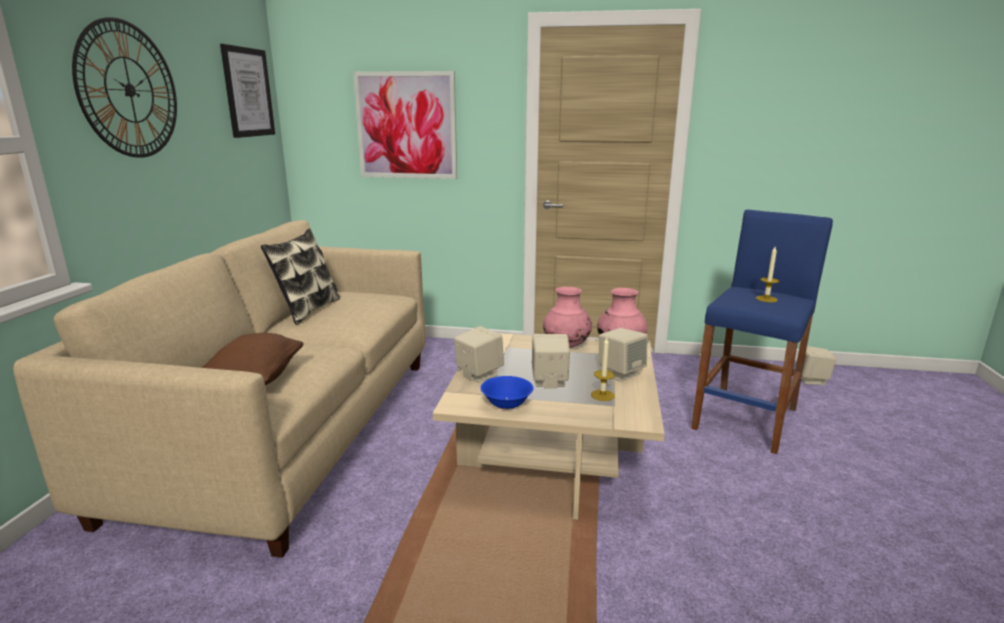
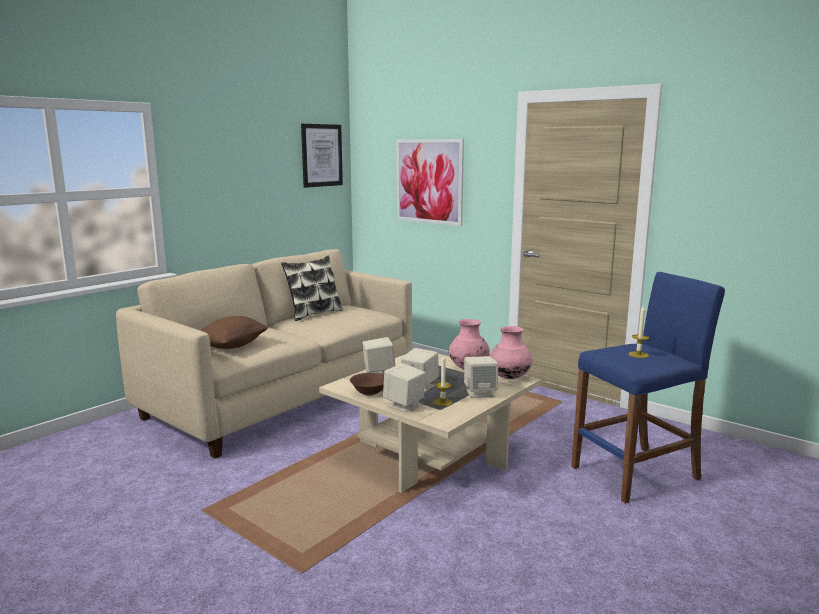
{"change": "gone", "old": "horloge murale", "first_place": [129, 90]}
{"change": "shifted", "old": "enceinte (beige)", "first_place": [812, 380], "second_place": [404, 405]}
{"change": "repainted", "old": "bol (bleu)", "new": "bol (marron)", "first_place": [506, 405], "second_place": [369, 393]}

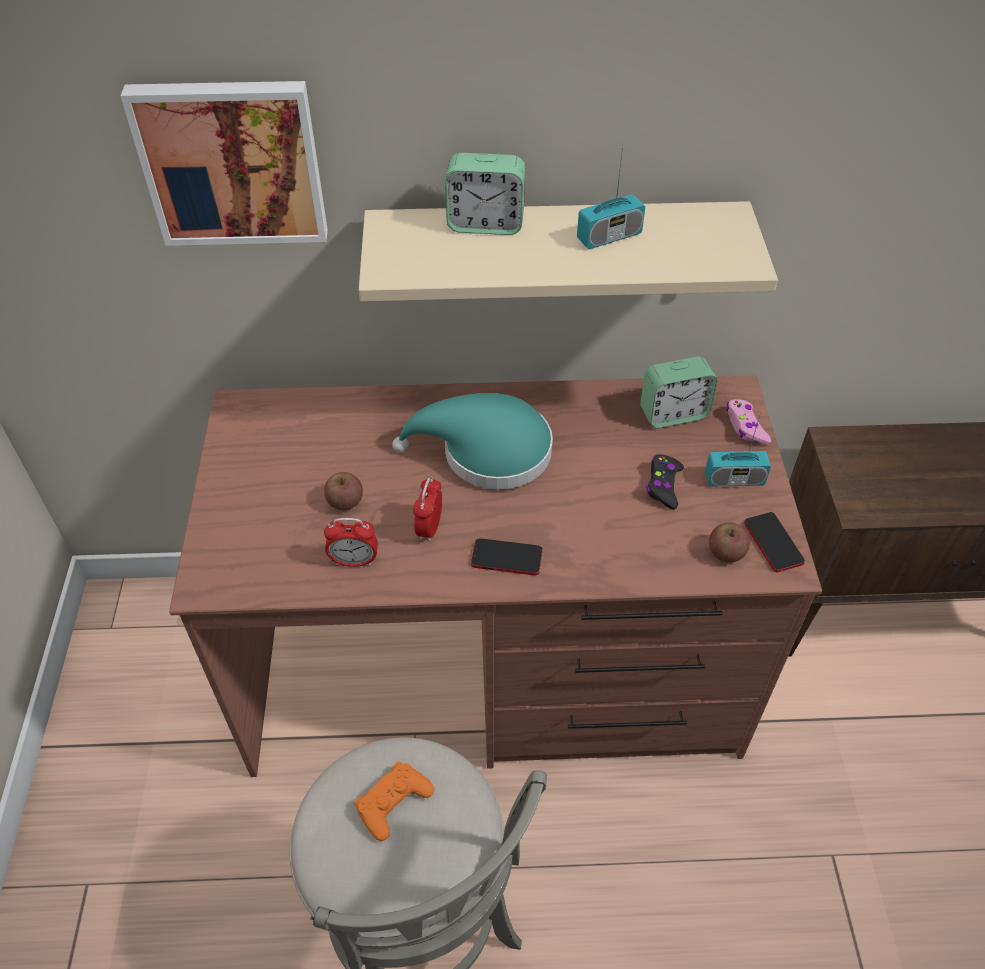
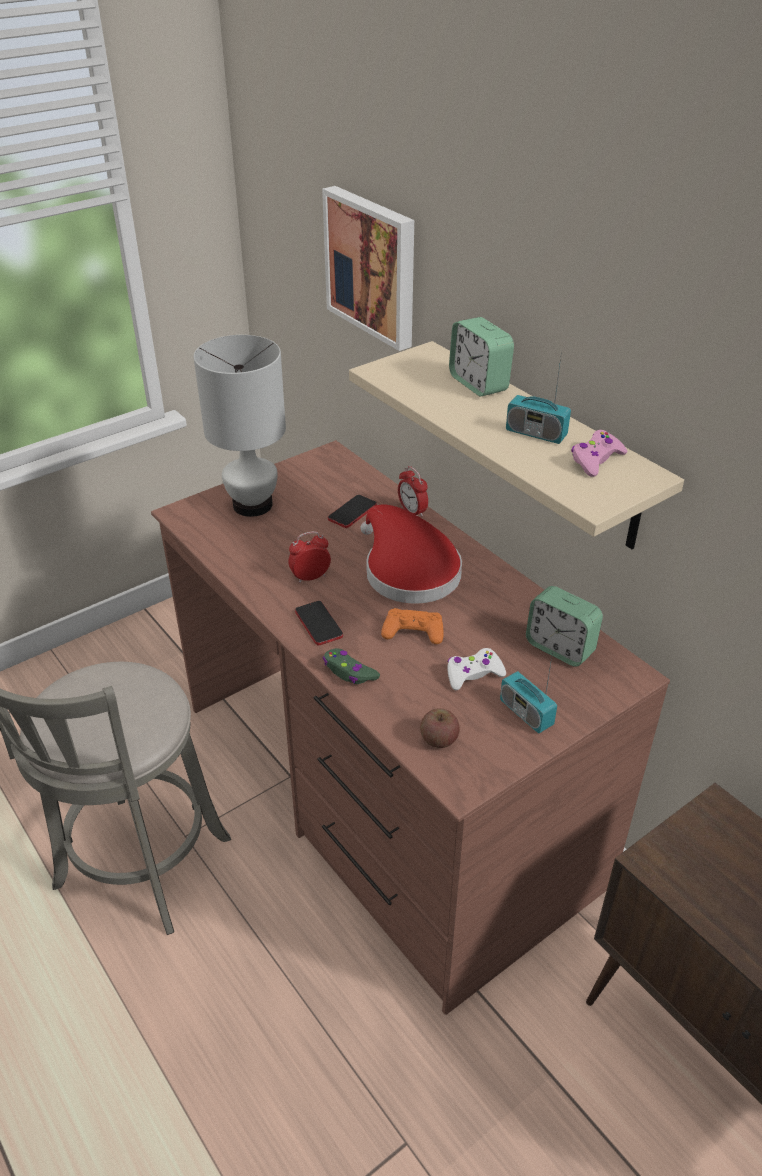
{"change": "gone", "old": "pomme", "first_place": [345, 501]}
{"change": "new", "new": "lampe de table (blanc)", "second_place": [253, 505]}
{"change": "new", "new": "manette (vert)", "second_place": [349, 672]}
{"change": "shifted", "old": "réveil", "first_place": [354, 561], "second_place": [412, 512]}
{"change": "shifted", "old": "manette (orange)", "first_place": [393, 802], "second_place": [413, 631]}
{"change": "shifted", "old": "manette (rose)", "first_place": [745, 426], "second_place": [596, 460]}
{"change": "shifted", "old": "téléphone", "first_place": [773, 543], "second_place": [352, 512]}
{"change": "repainted", "old": "chapeau (turquoise)", "new": "chapeau (rouge)", "first_place": [487, 452], "second_place": [407, 571]}
{"change": "repainted", "old": "manette (noir)", "new": "manette (blanc)", "first_place": [663, 485], "second_place": [473, 674]}

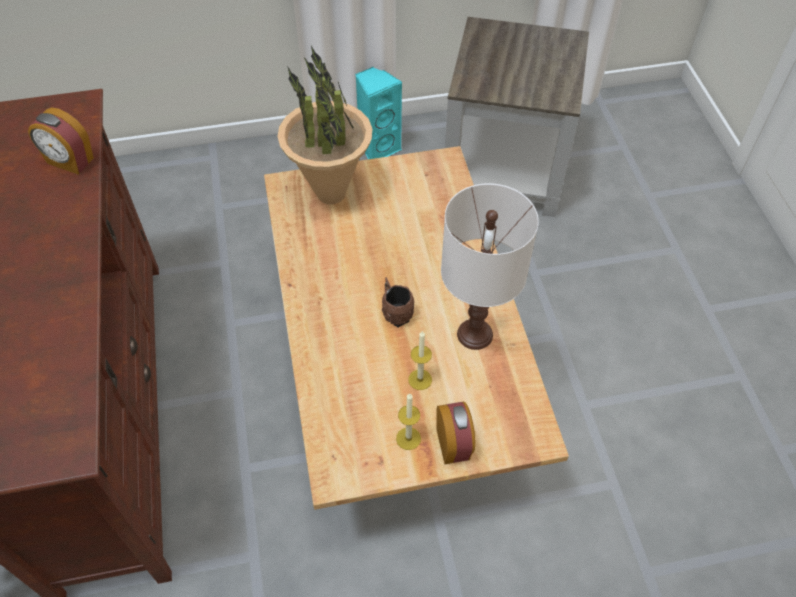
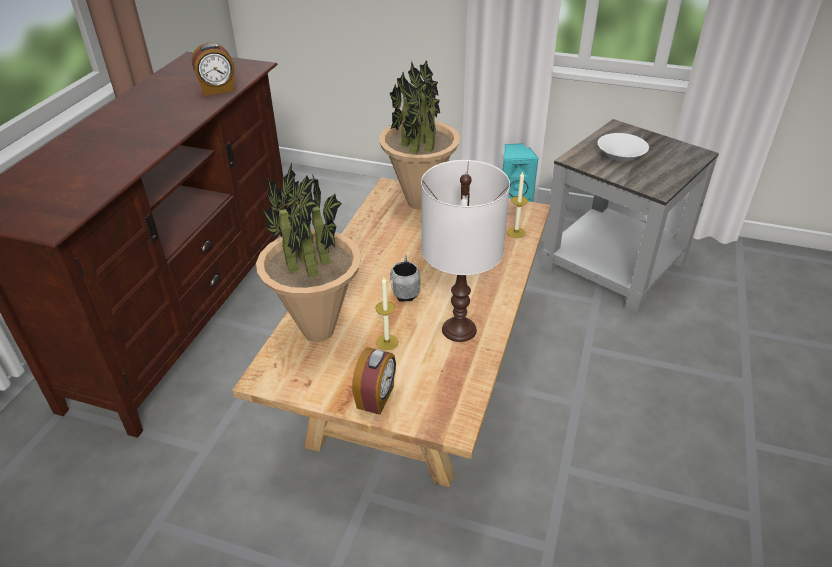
{"change": "new", "new": "plante en pot", "second_place": [318, 331]}
{"change": "new", "new": "bol (blanc)", "second_place": [621, 154]}
{"change": "shifted", "old": "bougie", "first_place": [408, 438], "second_place": [516, 232]}
{"change": "repainted", "old": "mug (marron)", "new": "mug (gris)", "first_place": [395, 312], "second_place": [405, 291]}
{"change": "rotated", "old": "réveil", "first_place": [69, 161], "second_place": [218, 90], "degrees": -75}

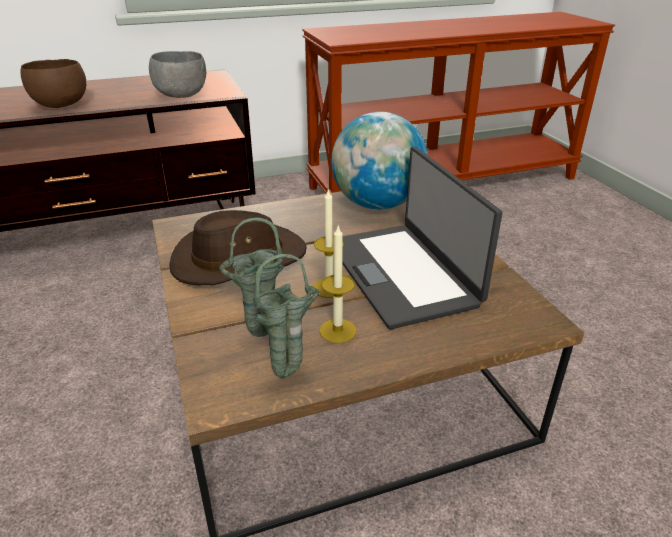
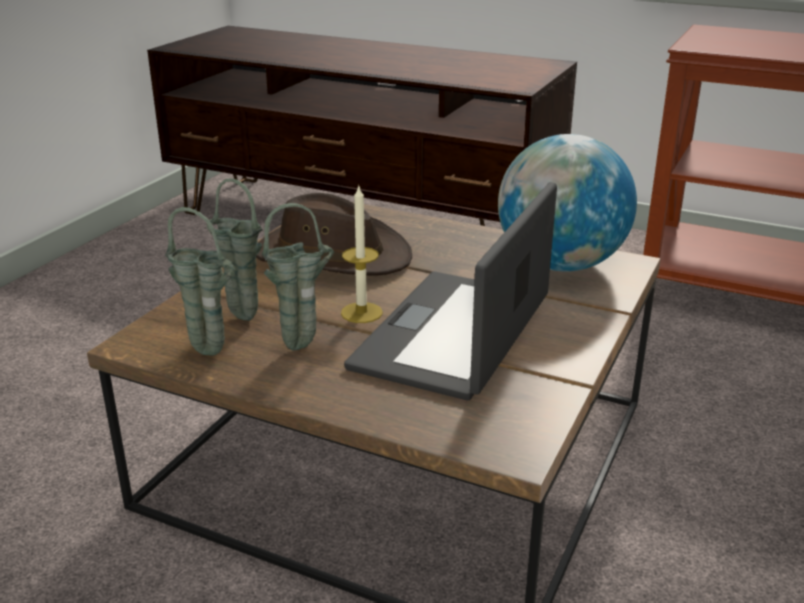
{"change": "gone", "old": "bol (marron)", "first_place": [59, 105]}
{"change": "gone", "old": "bol (gris)", "first_place": [182, 96]}
{"change": "swapped", "old": "bougie", "new": "vase (vert)", "first_place": [337, 331], "second_place": [303, 347]}

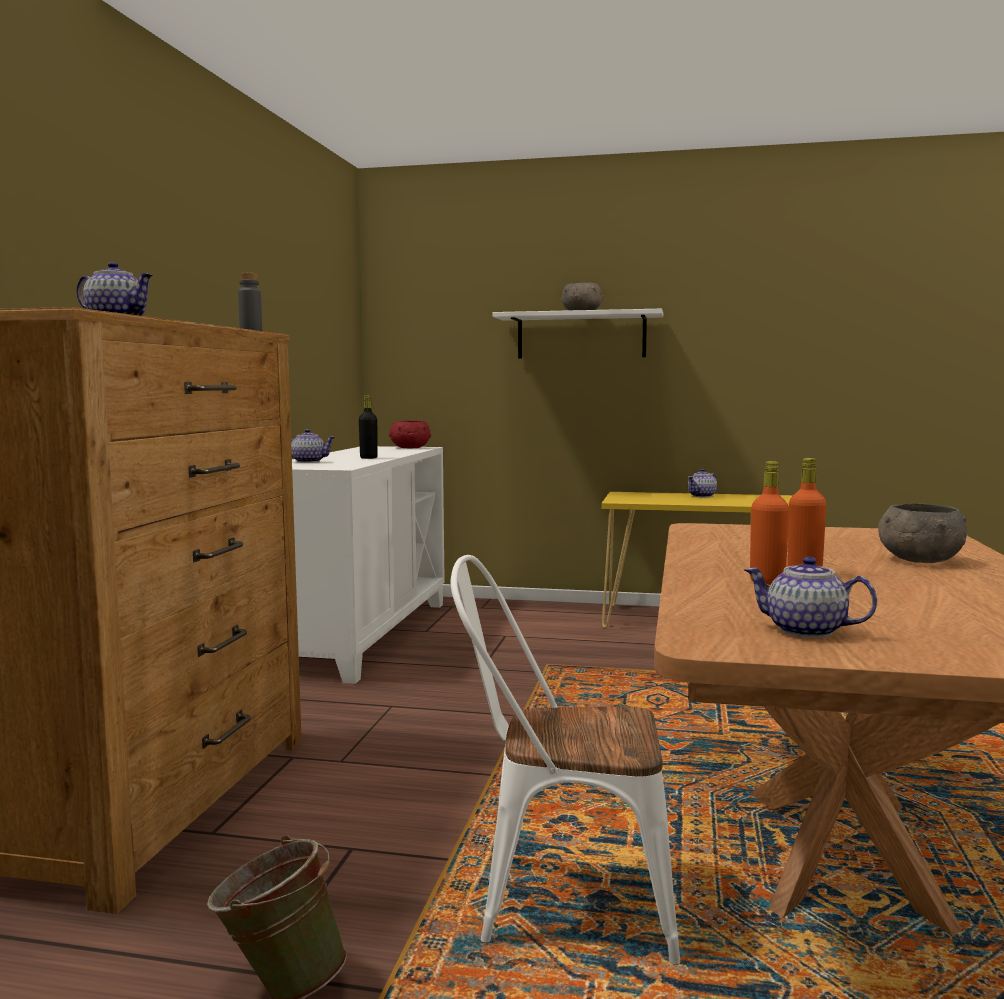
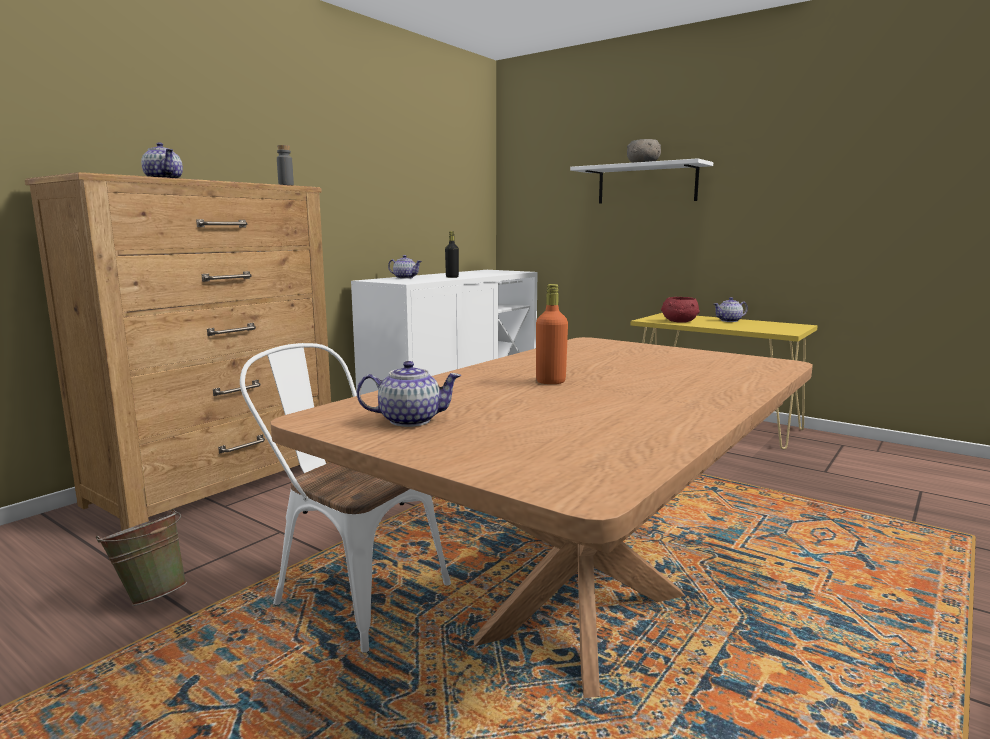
{"change": "gone", "old": "bouteille (orange)", "first_place": [767, 581]}
{"change": "gone", "old": "bol (gris)", "first_place": [919, 560]}
{"change": "shifted", "old": "bol (rouge)", "first_place": [410, 448], "second_place": [679, 321]}
{"change": "rotated", "old": "théière", "first_place": [807, 631], "second_place": [409, 420], "degrees": 120}

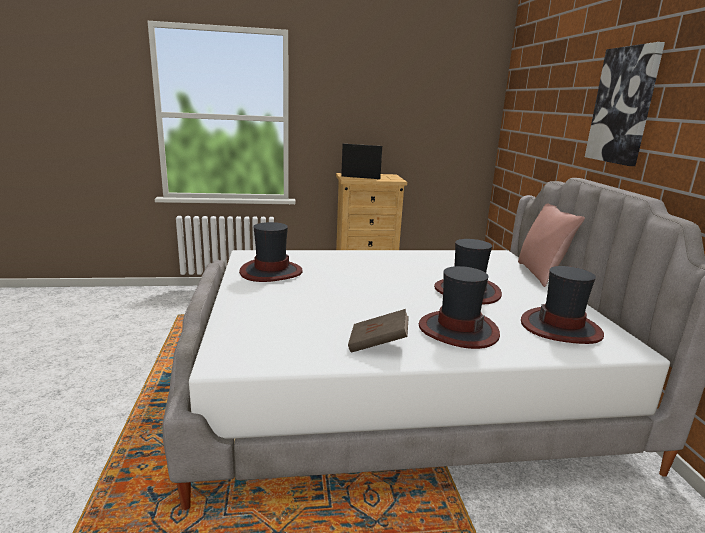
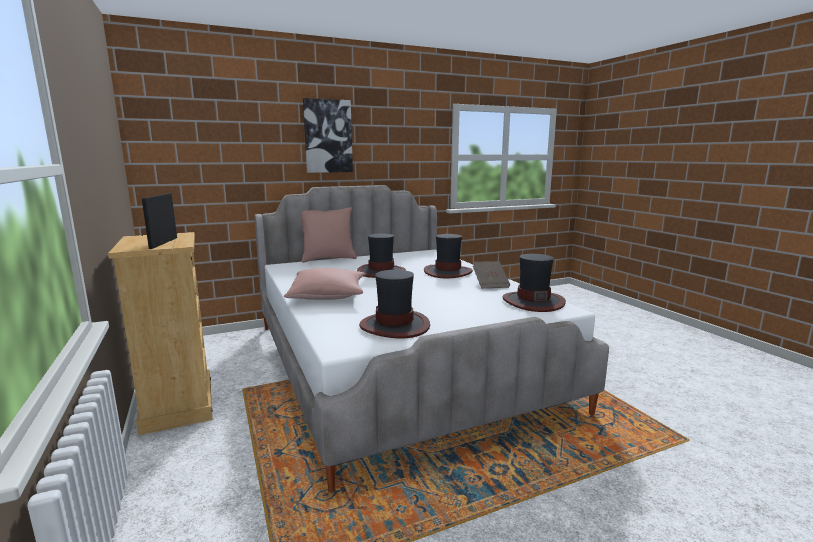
{"change": "new", "new": "coussin (rose)", "second_place": [328, 296]}
{"change": "shifted", "old": "chapeau", "first_place": [561, 327], "second_place": [533, 301]}

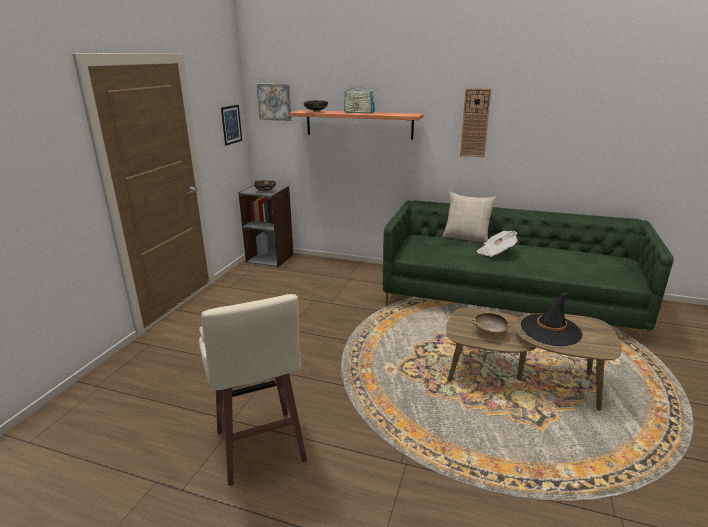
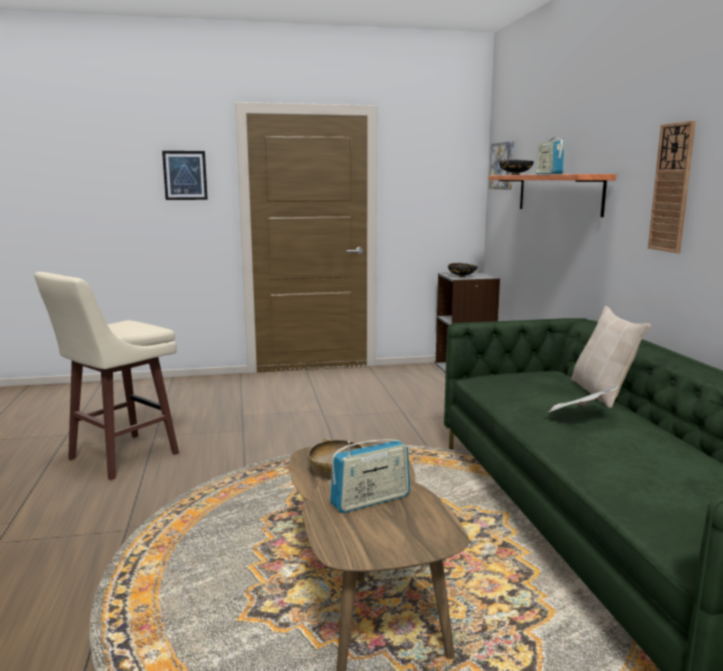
{"change": "shifted", "old": "tableau", "first_place": [231, 124], "second_place": [185, 175]}
{"change": "swapped", "old": "chapeau (noir)", "new": "radio", "first_place": [550, 330], "second_place": [370, 500]}

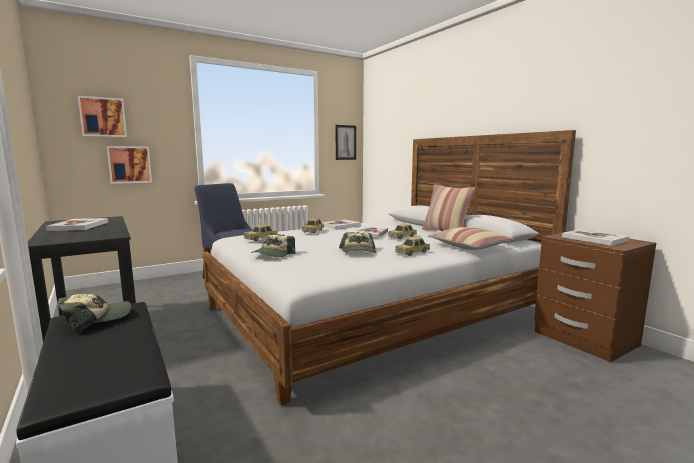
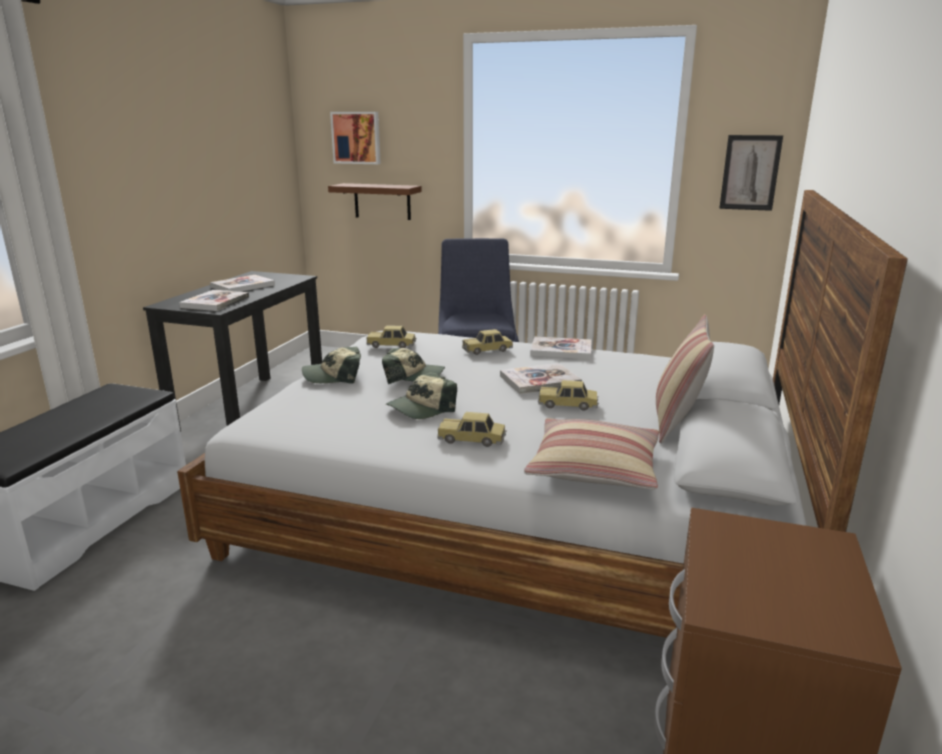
{"change": "shifted", "old": "casquette", "first_place": [96, 319], "second_place": [413, 376]}
{"change": "shifted", "old": "livre", "first_place": [594, 239], "second_place": [215, 302]}
{"change": "swapped", "old": "tableau", "new": "étagère", "first_place": [129, 164], "second_place": [382, 201]}

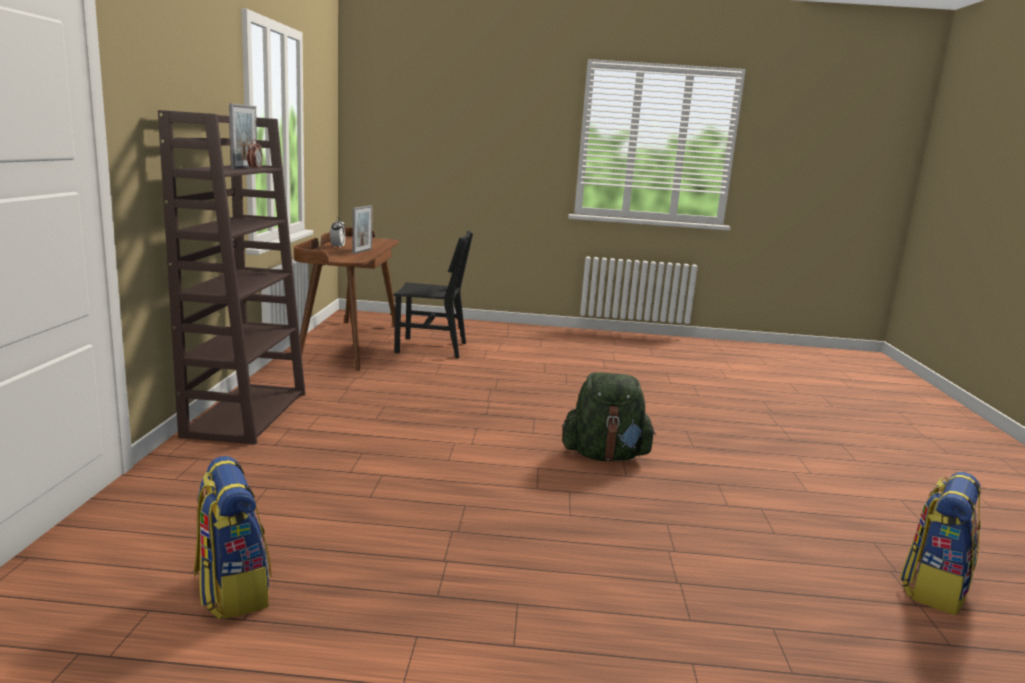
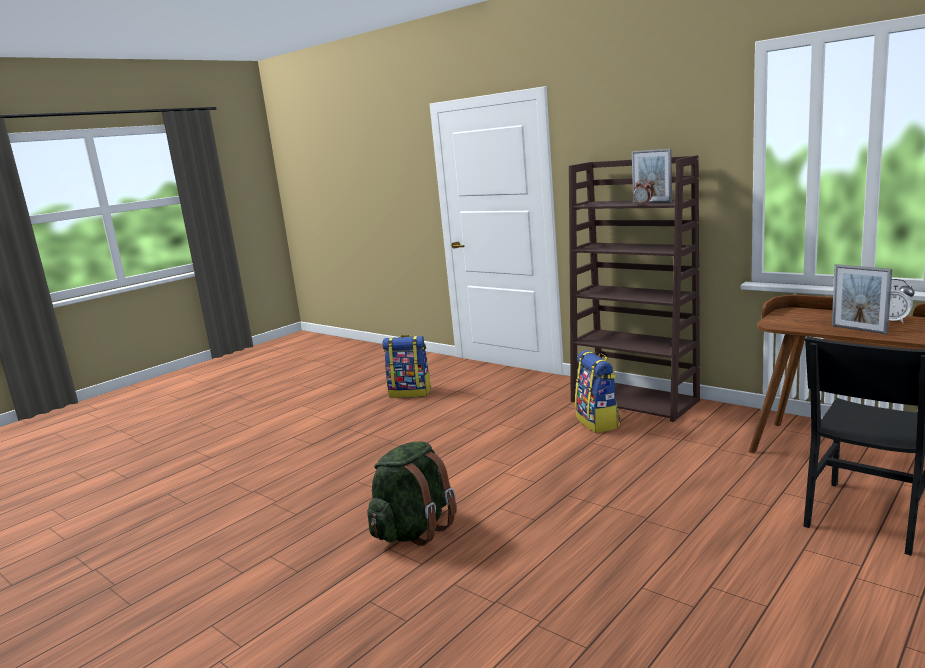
{"change": "shifted", "old": "sac à dos", "first_place": [933, 588], "second_place": [598, 422]}

